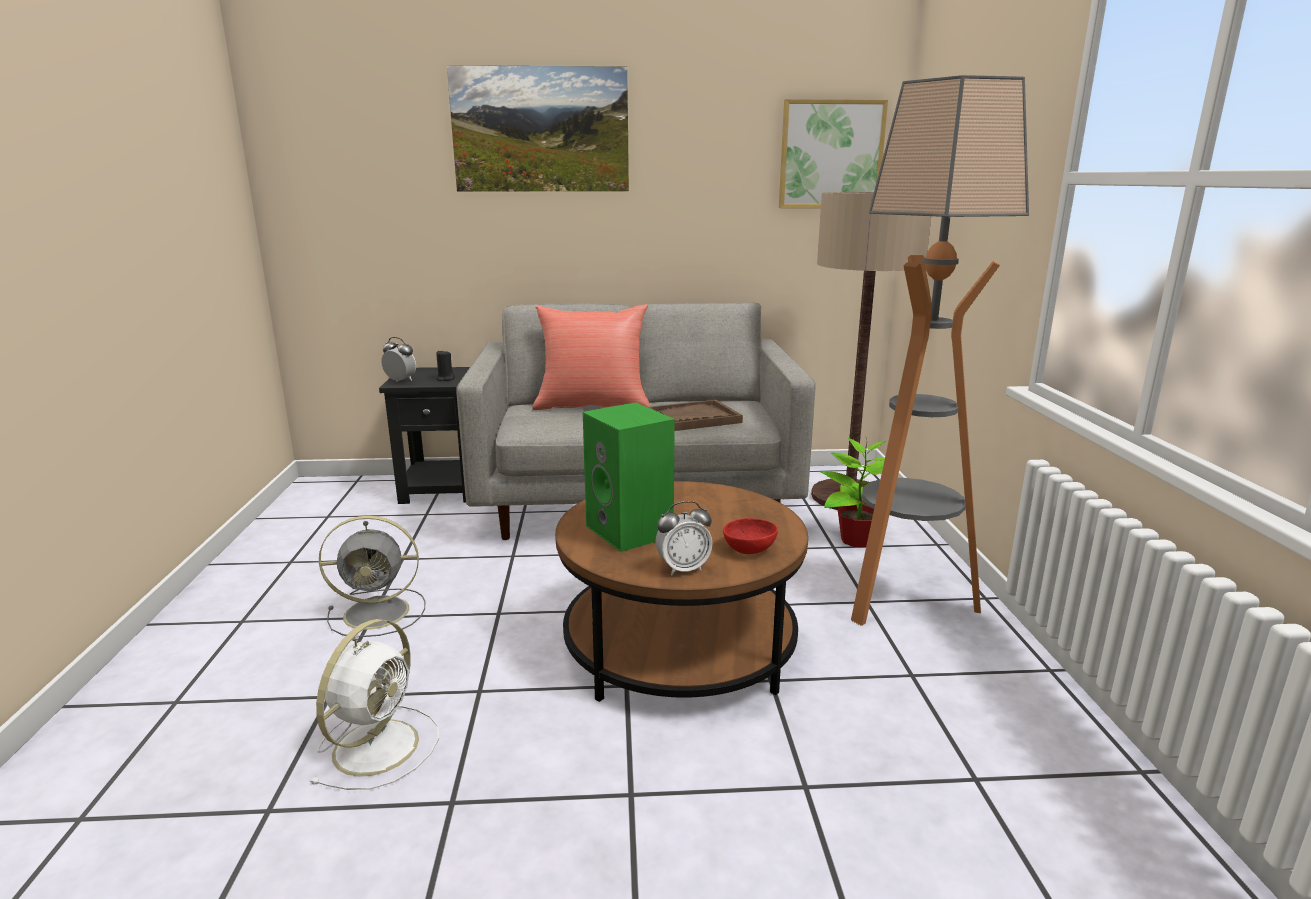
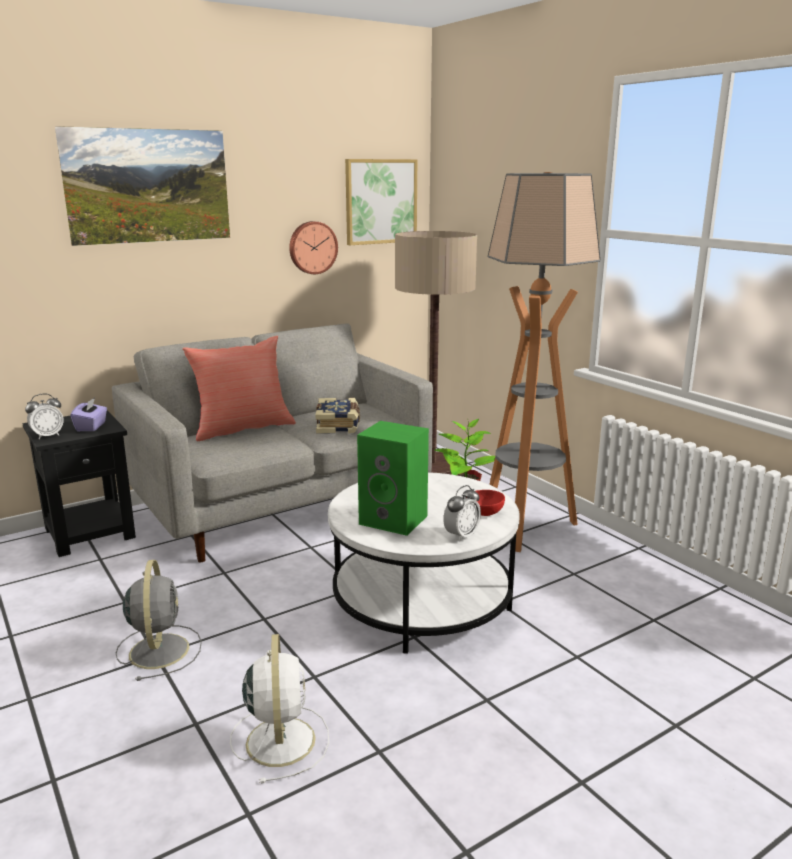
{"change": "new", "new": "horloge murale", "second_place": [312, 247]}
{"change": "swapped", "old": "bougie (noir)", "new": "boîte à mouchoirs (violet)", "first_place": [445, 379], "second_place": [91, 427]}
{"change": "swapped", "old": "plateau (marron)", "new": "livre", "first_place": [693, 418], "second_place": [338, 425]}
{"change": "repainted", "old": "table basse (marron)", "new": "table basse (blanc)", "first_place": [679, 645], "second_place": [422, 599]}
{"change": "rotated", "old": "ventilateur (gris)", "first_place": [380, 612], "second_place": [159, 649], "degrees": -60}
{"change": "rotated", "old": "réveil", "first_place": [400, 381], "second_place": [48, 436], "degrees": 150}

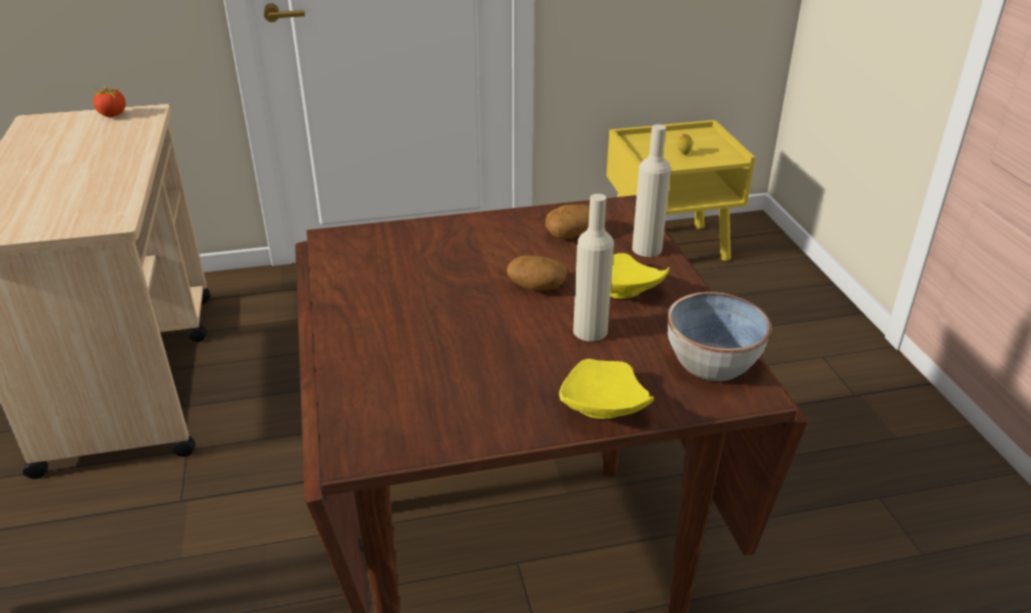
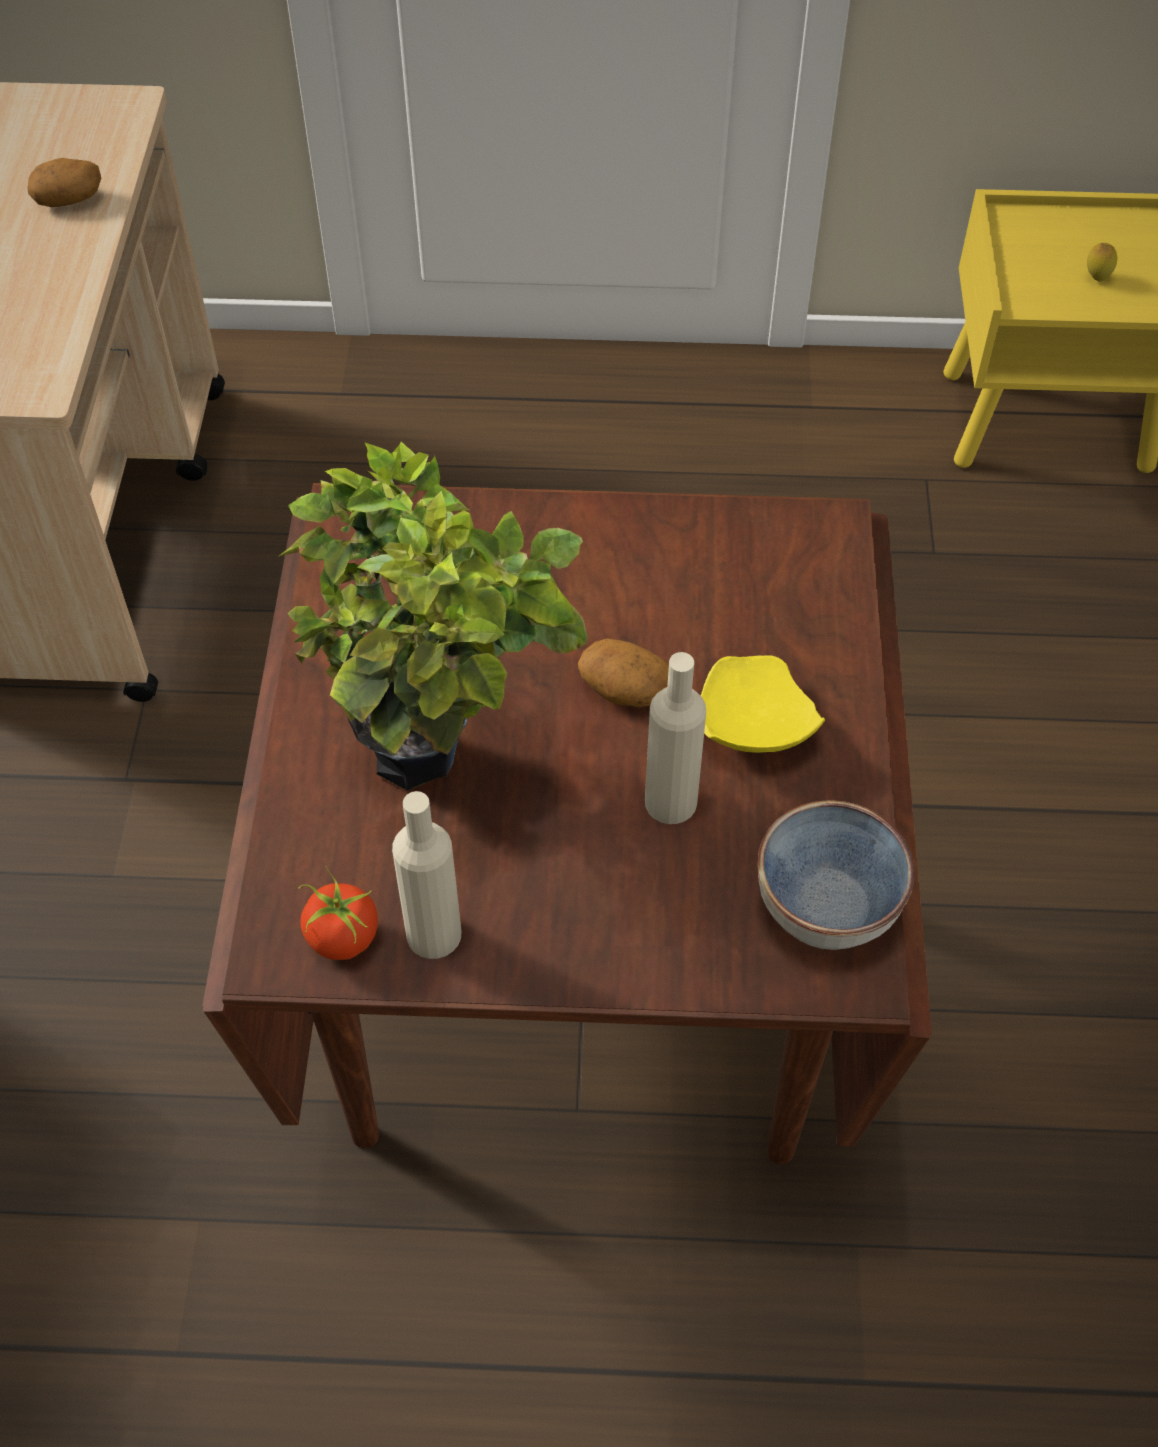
{"change": "gone", "old": "assiette (jaune)", "first_place": [601, 407]}
{"change": "new", "new": "plante en pot", "second_place": [441, 760]}
{"change": "shifted", "old": "tomate", "first_place": [112, 115], "second_place": [342, 937]}
{"change": "shifted", "old": "pomme de terre", "first_place": [570, 233], "second_place": [69, 198]}
{"change": "shifted", "old": "bouteille (beige)", "first_place": [647, 249], "second_place": [434, 934]}

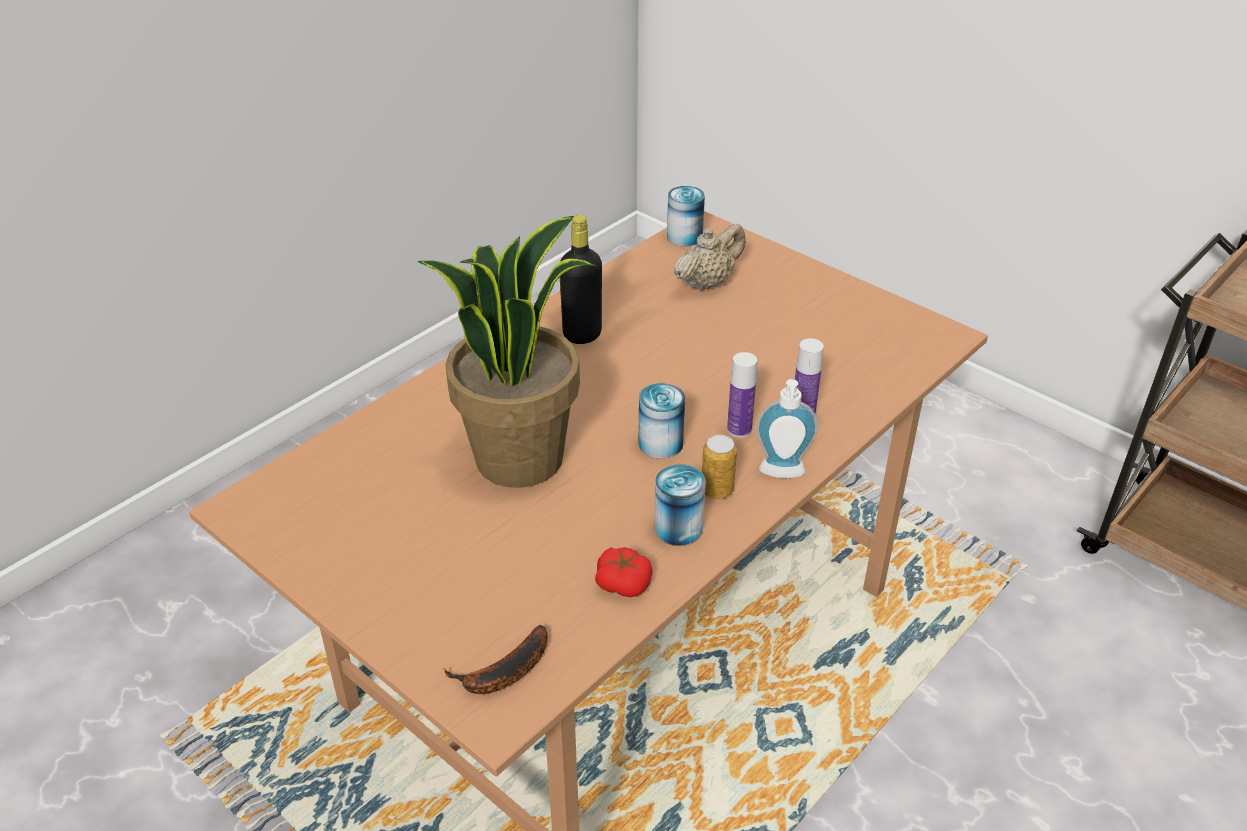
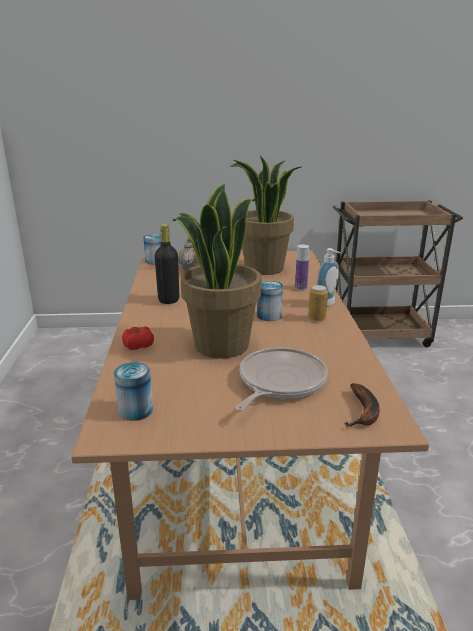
{"change": "gone", "old": "bouteille", "first_place": [739, 429]}
{"change": "new", "new": "plante en pot", "second_place": [264, 268]}
{"change": "new", "new": "poêle", "second_place": [279, 382]}
{"change": "shifted", "old": "tomate", "first_place": [623, 583], "second_place": [138, 346]}
{"change": "shifted", "old": "boîte métallique", "first_place": [678, 528], "second_place": [135, 410]}

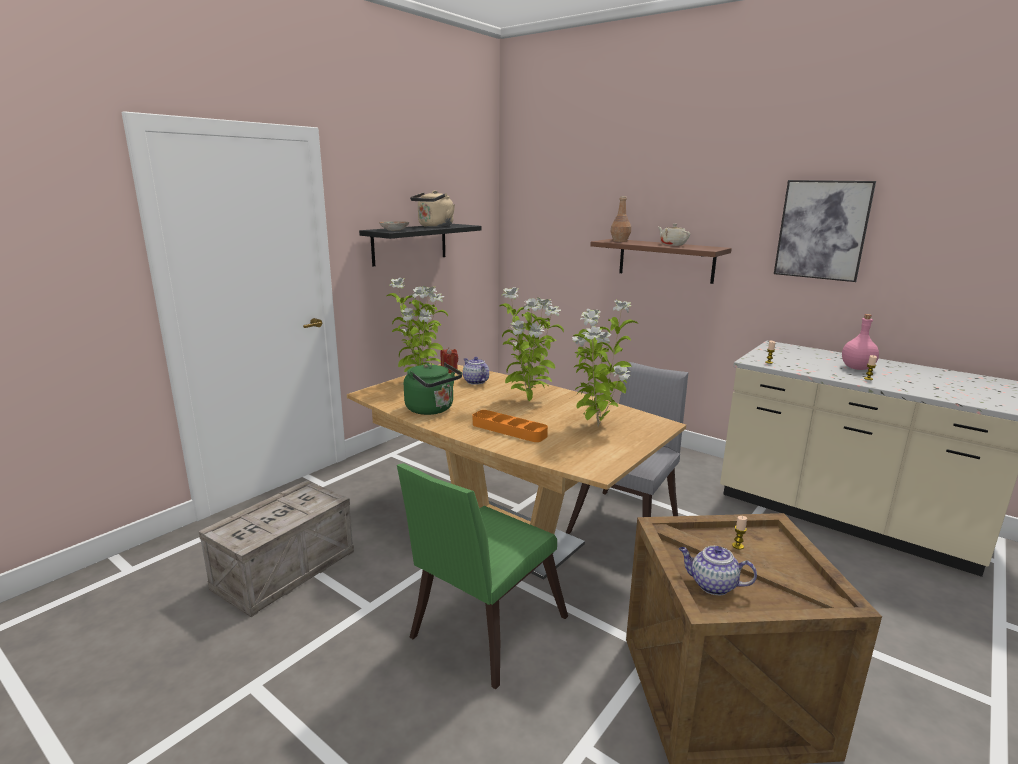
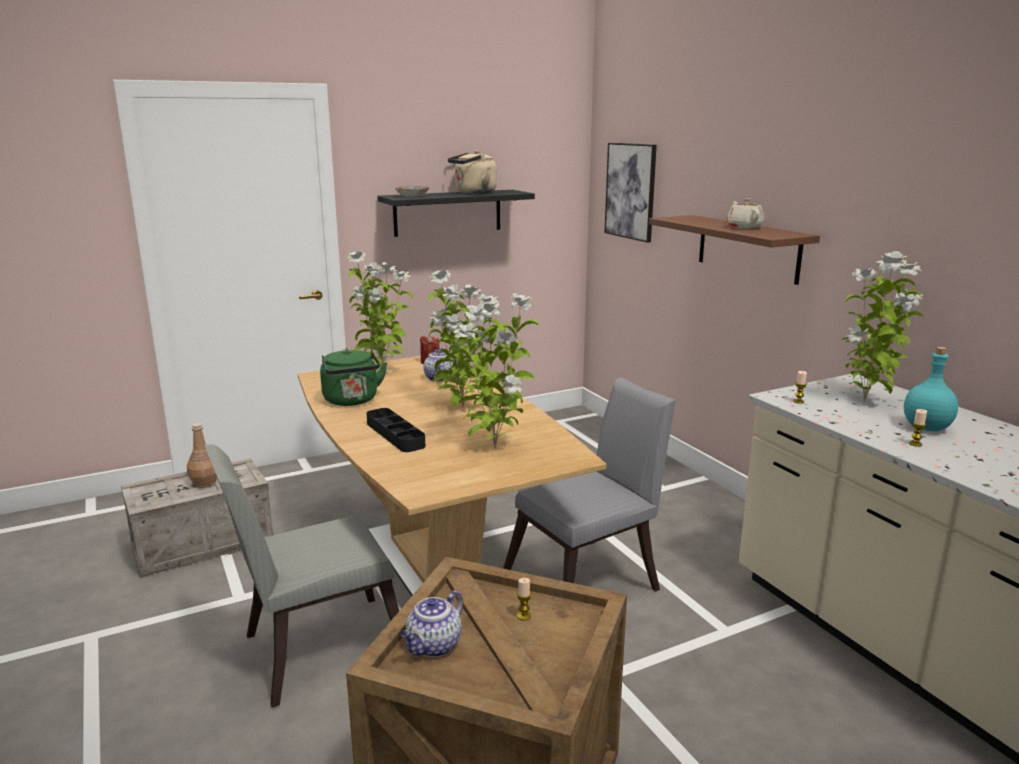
{"change": "new", "new": "plante en pot", "second_place": [867, 400]}
{"change": "shifted", "old": "bouteille (marron)", "first_place": [620, 241], "second_place": [204, 483]}
{"change": "shifted", "old": "tableau", "first_place": [822, 230], "second_place": [630, 191]}
{"change": "repainted", "old": "chaise (vert)", "new": "chaise (gris)", "first_place": [481, 631], "second_place": [315, 651]}
{"change": "repainted", "old": "plateau (orange)", "new": "plateau (noir)", "first_place": [509, 430], "second_place": [395, 434]}
{"change": "repainted", "old": "bouteille (rose)", "new": "bouteille (turquoise)", "first_place": [857, 368], "second_place": [926, 427]}
{"change": "rotated", "old": "théière", "first_place": [712, 585], "second_place": [434, 646], "degrees": -105}

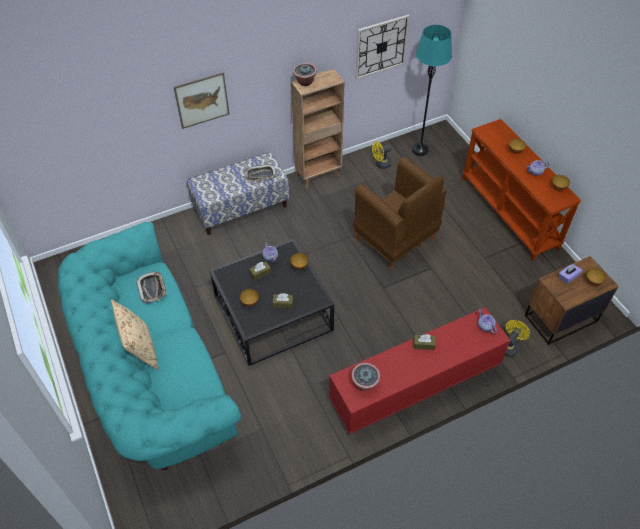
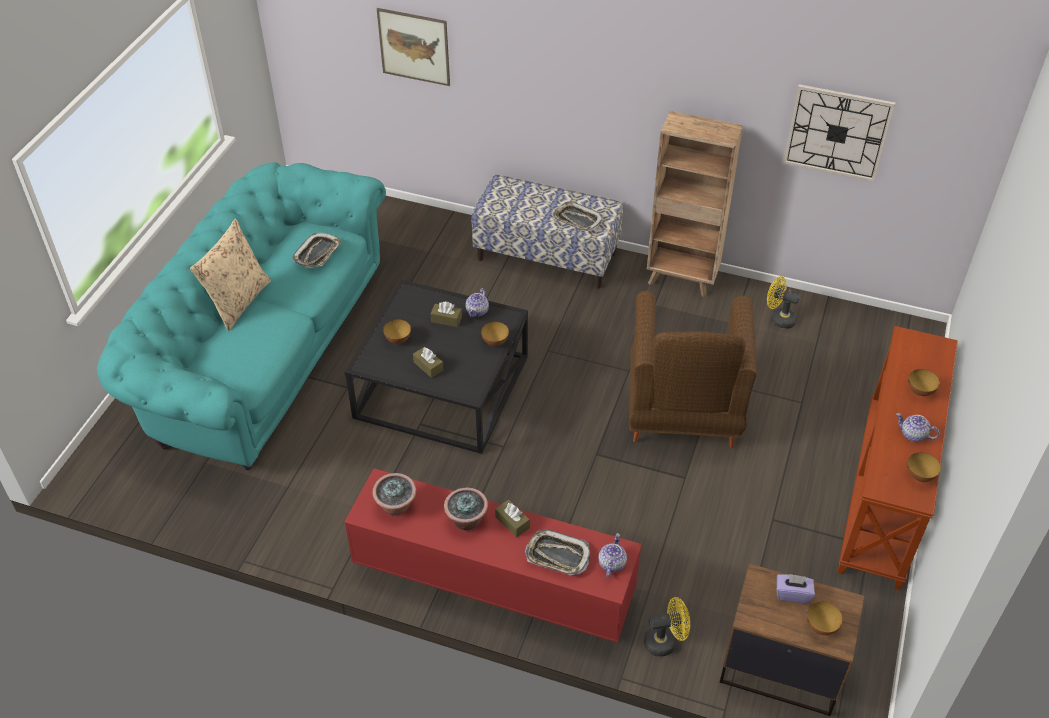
{"change": "gone", "old": "lampadaire (turquoise)", "first_place": [420, 150]}
{"change": "new", "new": "plateau", "second_place": [557, 556]}
{"change": "shifted", "old": "tableau", "first_place": [202, 100], "second_place": [414, 46]}
{"change": "shifted", "old": "plante en pot", "first_place": [305, 82], "second_place": [466, 520]}

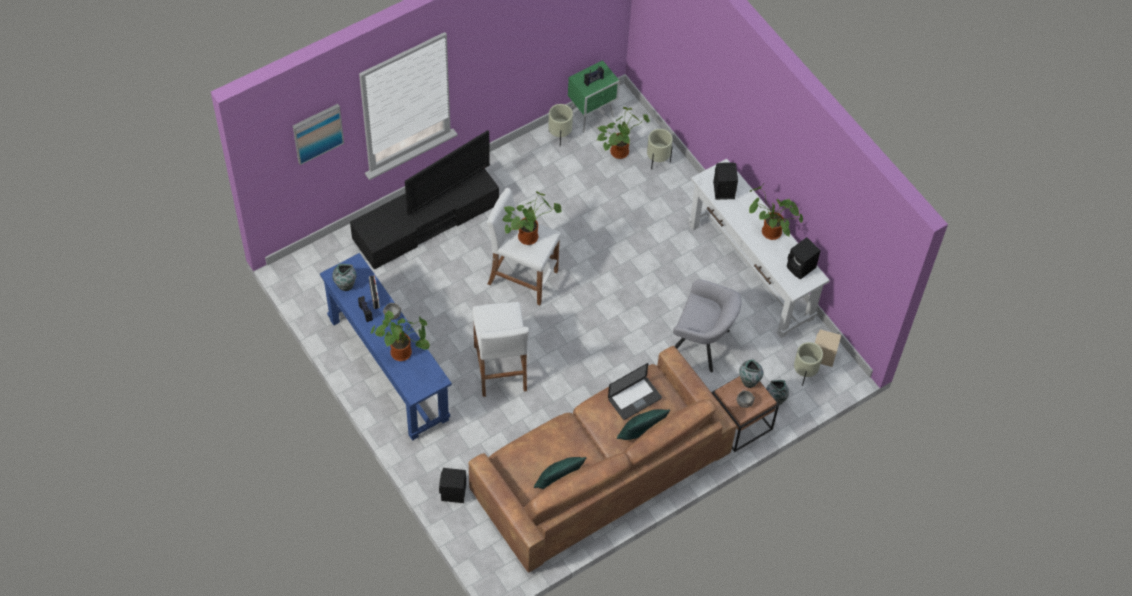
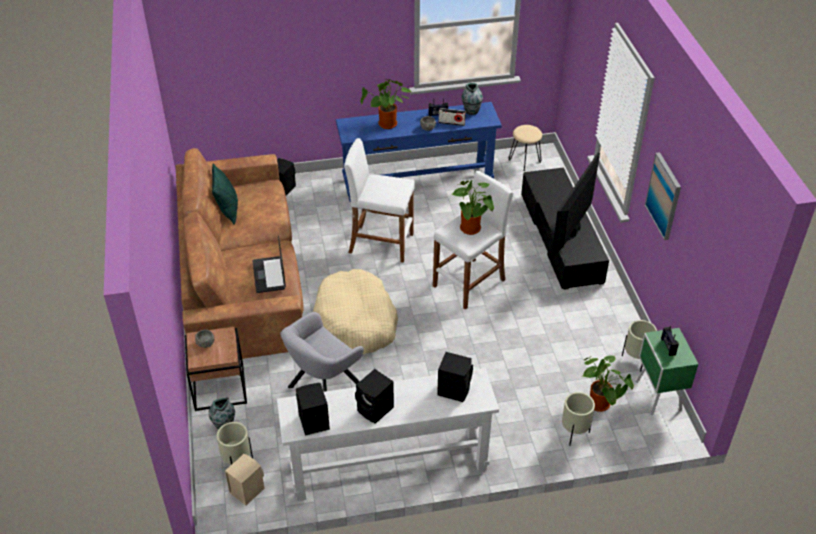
{"change": "gone", "old": "coussin (vert)", "first_place": [641, 433]}
{"change": "gone", "old": "vase", "first_place": [749, 381]}
{"change": "new", "new": "panier pour chien (beige)", "second_place": [356, 322]}
{"change": "new", "new": "tabouret (beige)", "second_place": [525, 161]}
{"change": "shifted", "old": "tableau", "first_place": [317, 133], "second_place": [664, 196]}
{"change": "swapped", "old": "plante en pot", "new": "enceinte (noir)", "first_place": [769, 232], "second_place": [376, 410]}
{"change": "rotated", "old": "téléviseur", "first_place": [447, 191], "second_place": [573, 231], "degrees": 45}

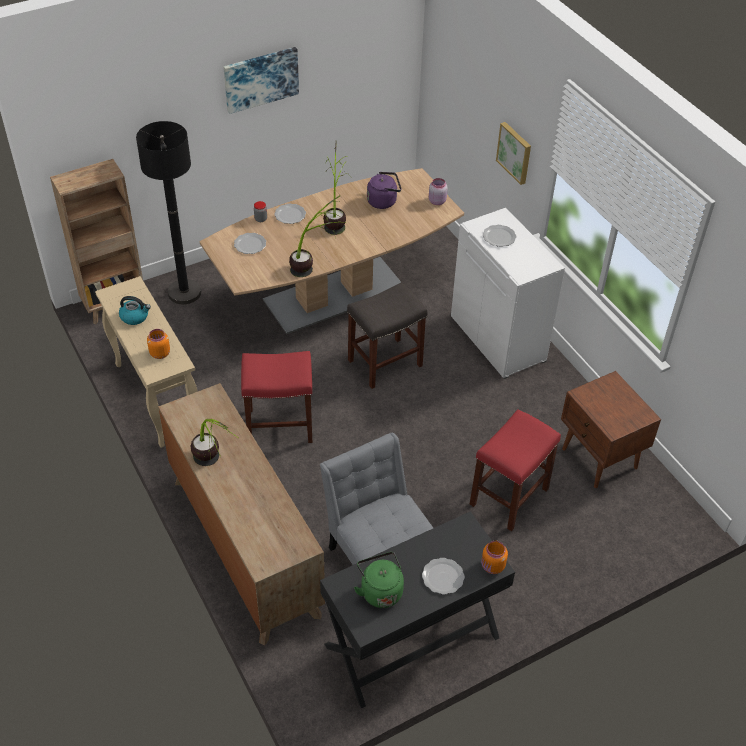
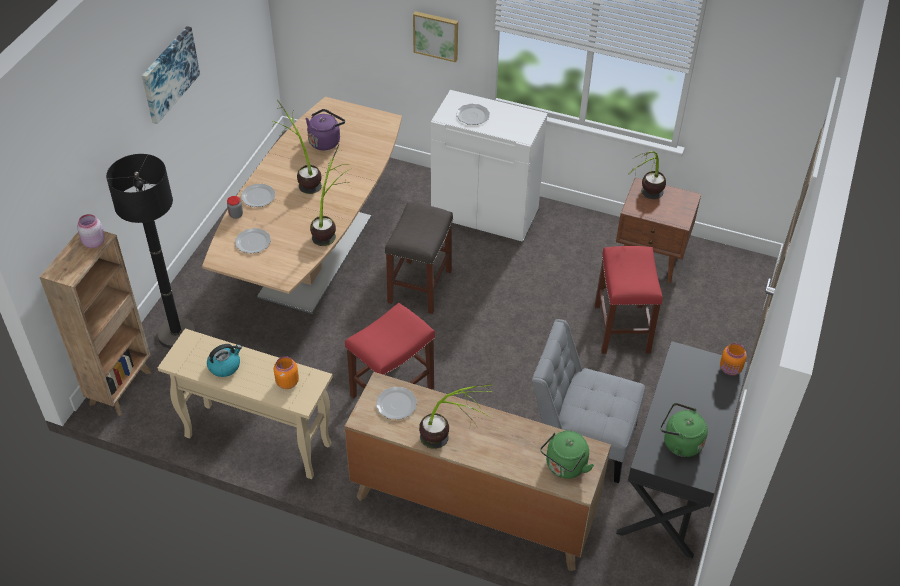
{"change": "new", "new": "bouilloire (vert)", "second_place": [564, 467]}
{"change": "new", "new": "plante en pot", "second_place": [645, 199]}
{"change": "shifted", "old": "assiette", "first_place": [443, 576], "second_place": [396, 404]}
{"change": "shifted", "old": "bocal (rose)", "first_place": [436, 201], "second_place": [93, 242]}

